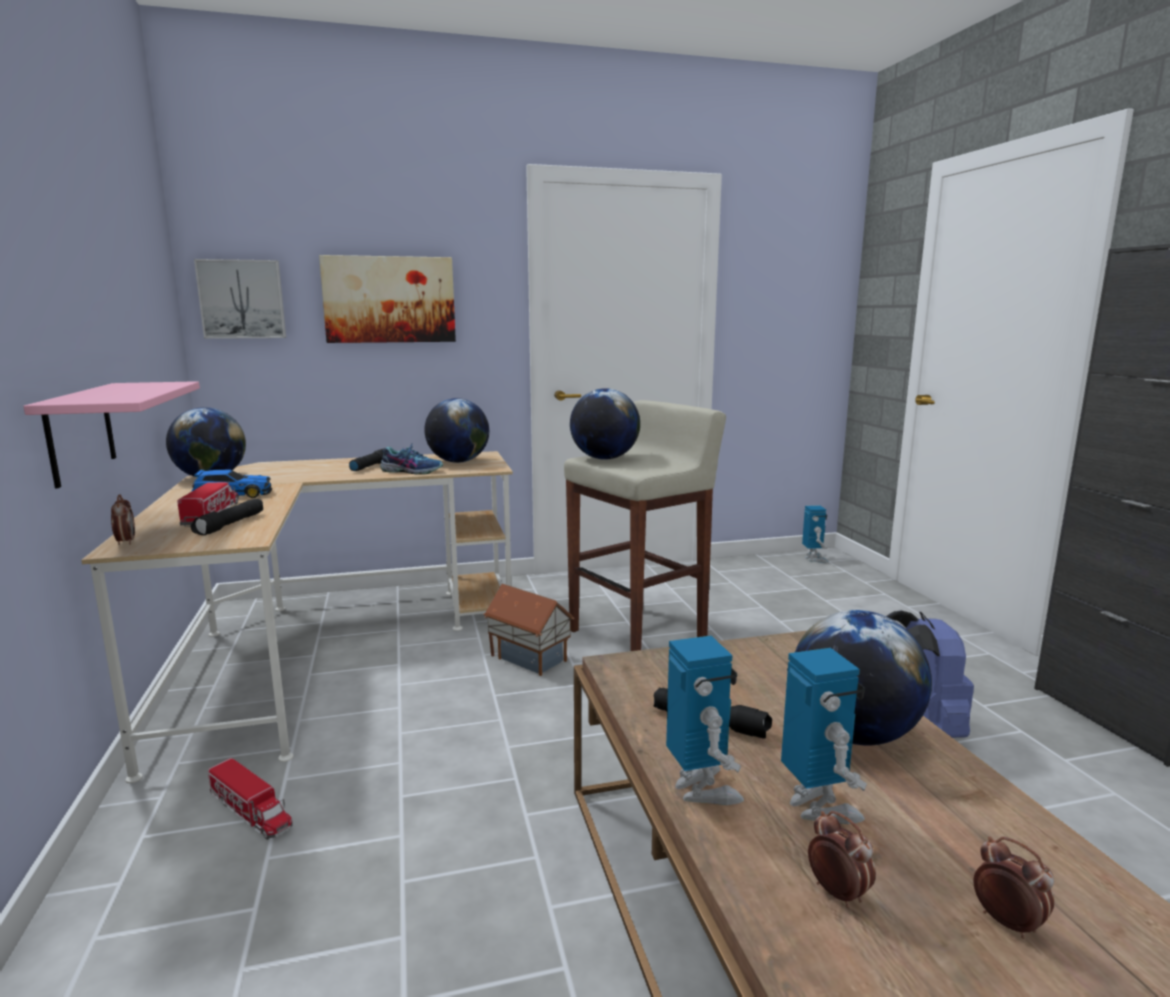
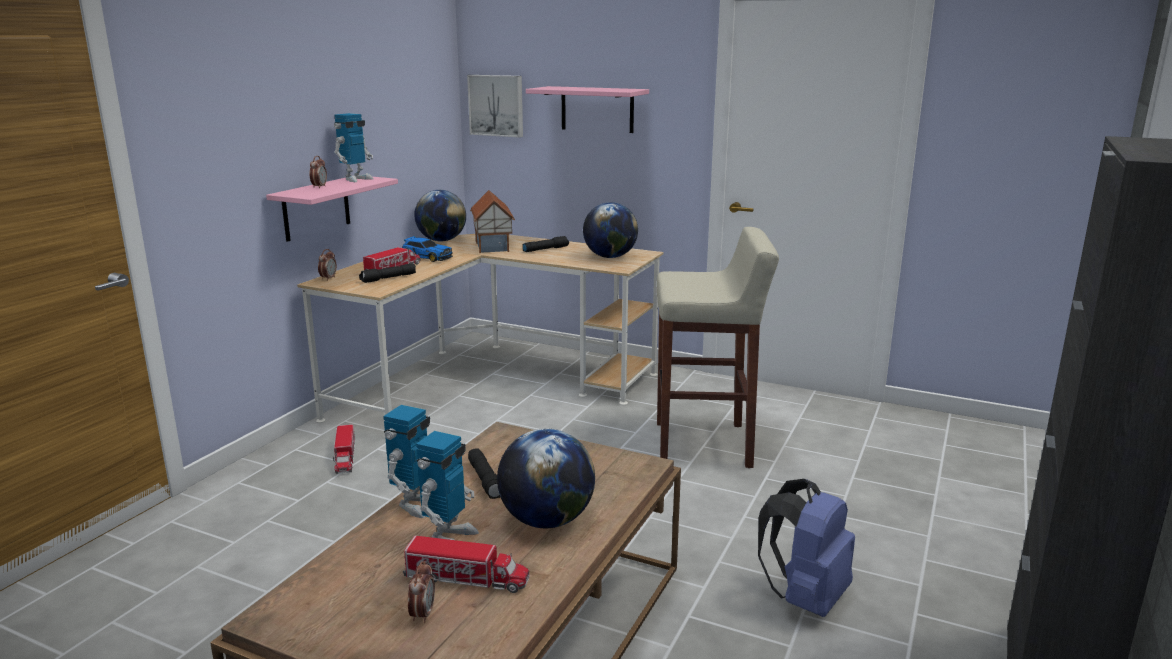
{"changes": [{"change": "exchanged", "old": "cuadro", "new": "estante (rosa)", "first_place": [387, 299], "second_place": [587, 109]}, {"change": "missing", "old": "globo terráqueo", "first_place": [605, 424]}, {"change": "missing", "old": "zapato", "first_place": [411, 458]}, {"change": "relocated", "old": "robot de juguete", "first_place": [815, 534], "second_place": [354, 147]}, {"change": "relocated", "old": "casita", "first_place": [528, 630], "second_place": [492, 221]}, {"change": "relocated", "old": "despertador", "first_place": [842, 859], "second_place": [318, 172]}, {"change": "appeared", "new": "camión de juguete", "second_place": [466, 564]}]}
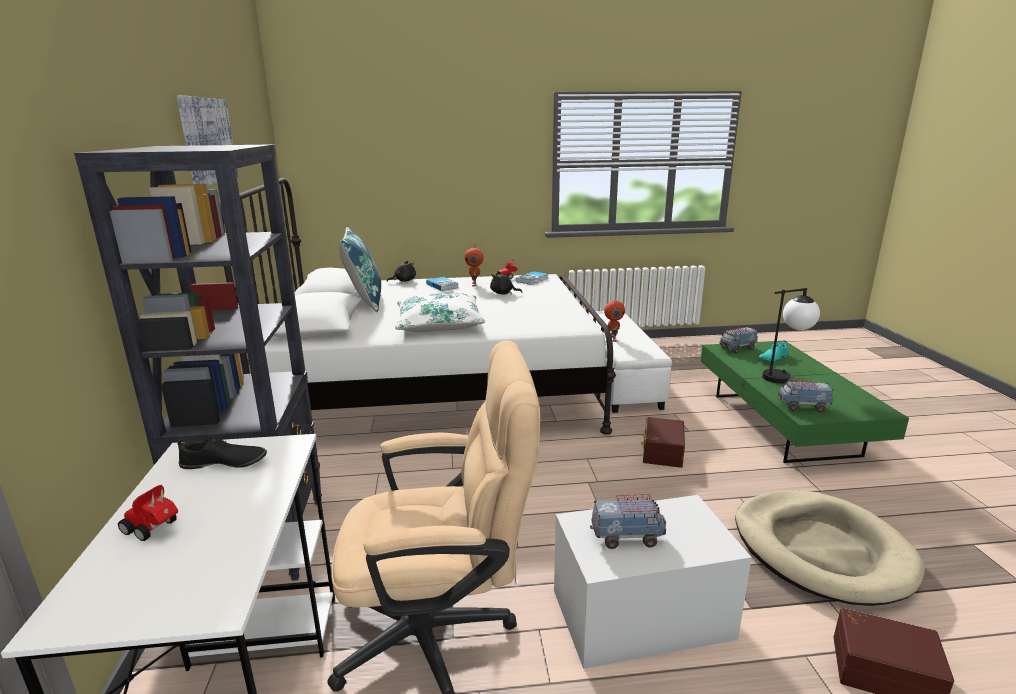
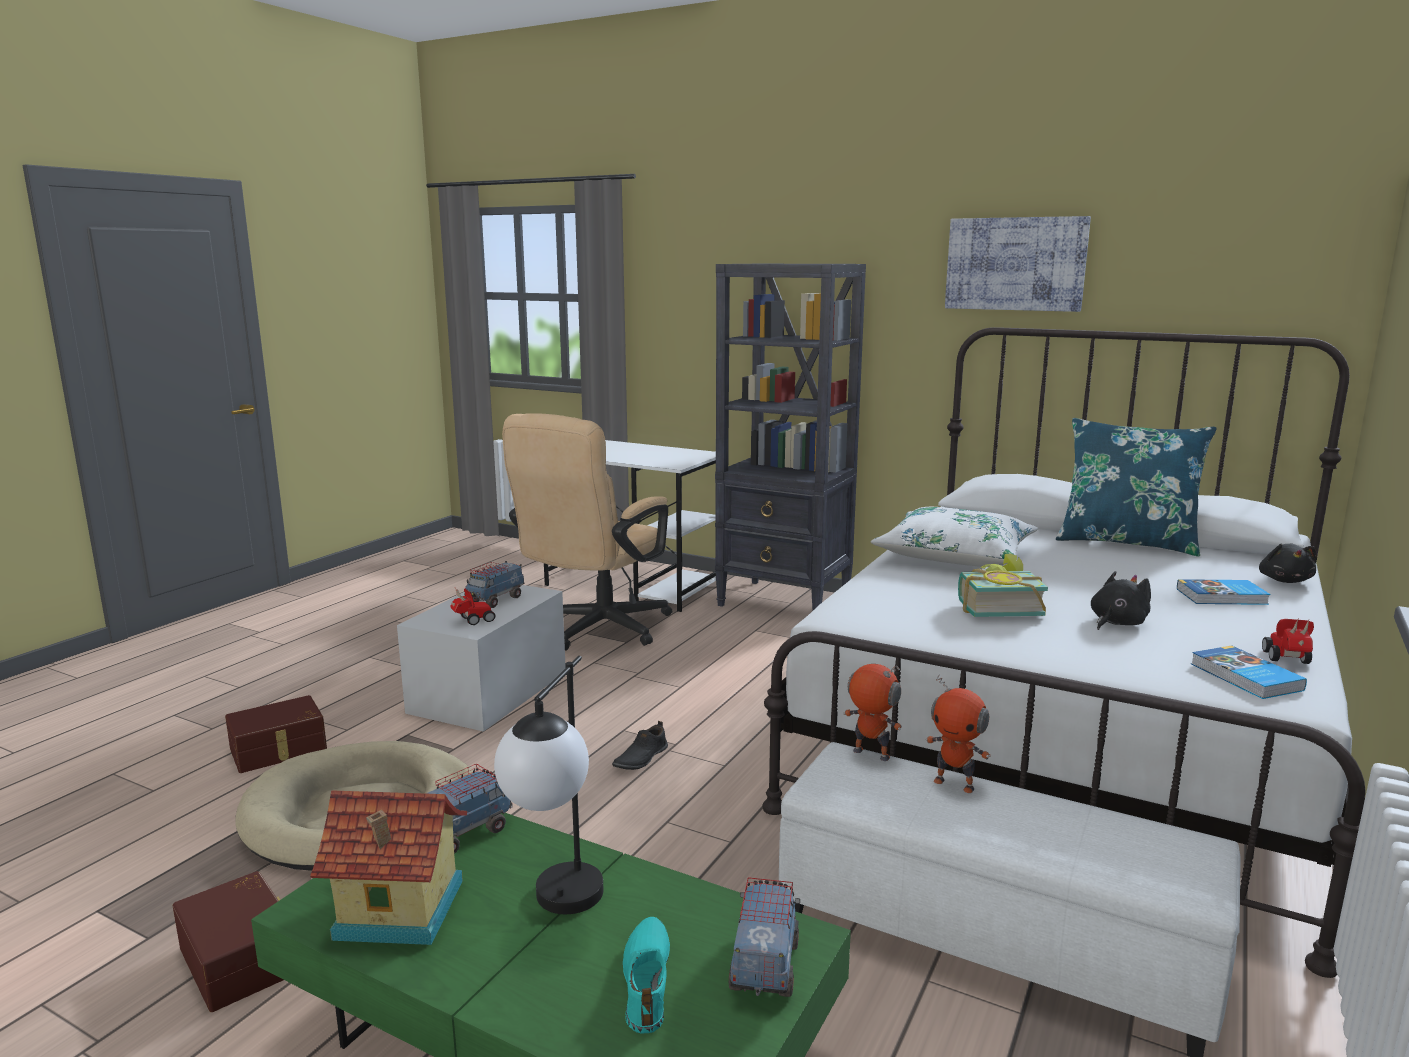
{"changes": [{"change": "relocated", "old": "robot de juguete", "first_place": [474, 265], "second_place": [873, 712]}, {"change": "relocated", "old": "caja de almacenaje (marrón)", "first_place": [663, 442], "second_place": [228, 941]}, {"change": "relocated", "old": "zapato (negro)", "first_place": [222, 452], "second_place": [640, 745]}, {"change": "relocated", "old": "coche de juguete", "first_place": [148, 513], "second_place": [473, 606]}, {"change": "appeared", "new": "libro", "second_place": [1003, 585]}, {"change": "appeared", "new": "casita", "second_place": [388, 867]}]}
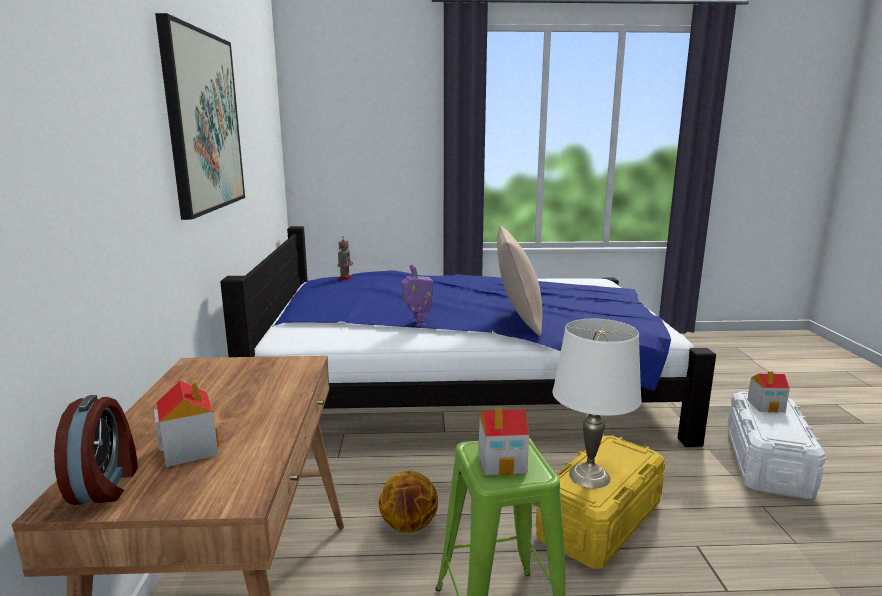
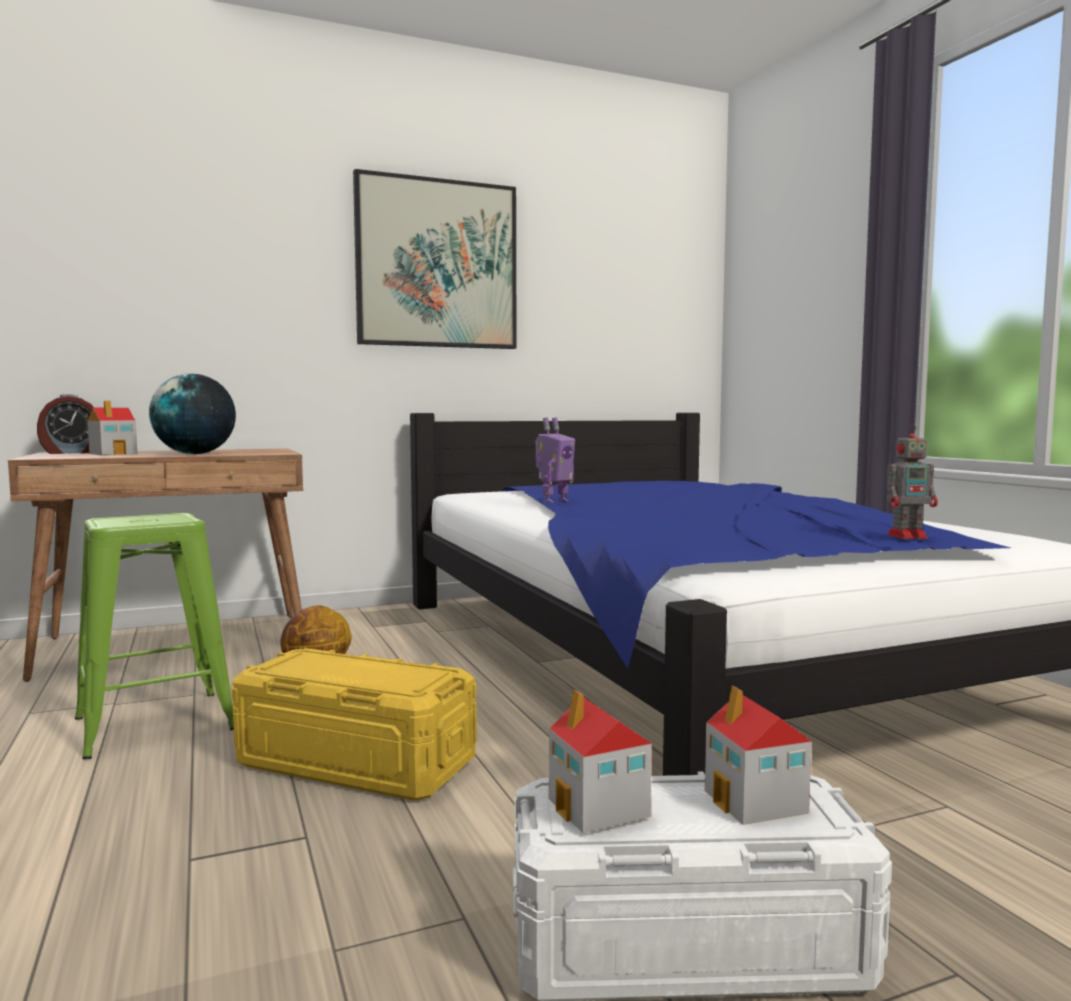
{"changes": [{"change": "missing", "old": "cojín (beis)", "first_place": [519, 281]}, {"change": "relocated", "old": "robot de juguete", "first_place": [345, 258], "second_place": [912, 481]}, {"change": "missing", "old": "lámpara de mesa (blanco)", "first_place": [597, 403]}, {"change": "relocated", "old": "casita", "first_place": [504, 442], "second_place": [600, 761]}, {"change": "appeared", "new": "globo terráqueo", "second_place": [192, 413]}]}
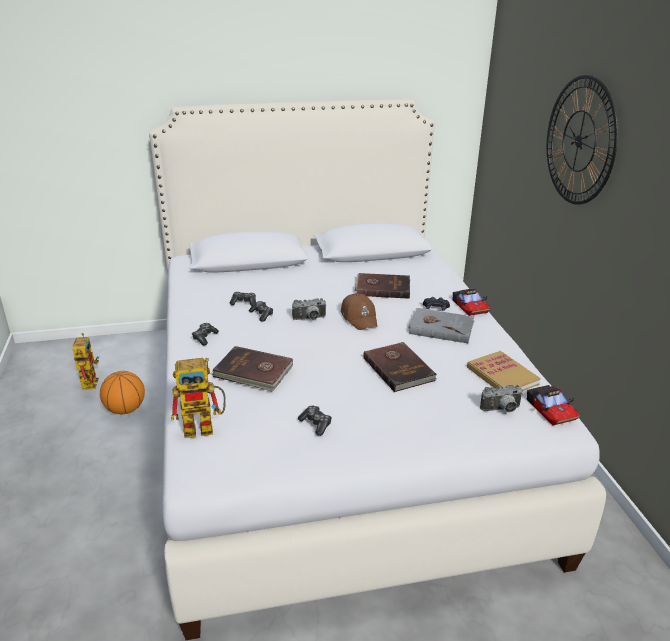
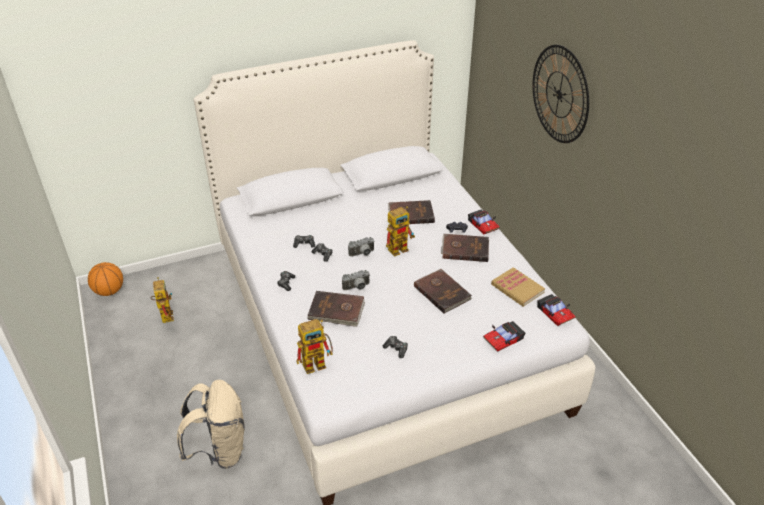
{"changes": [{"change": "exchanged", "old": "gorra (marrón)", "new": "robot de juguete", "first_place": [359, 311], "second_place": [400, 231]}, {"change": "colour", "old": "libro (gris)", "new": "libro (marrón)", "first_place": [441, 325], "second_place": [465, 248]}, {"change": "relocated", "old": "balón de baloncesto", "first_place": [122, 392], "second_place": [105, 279]}, {"change": "relocated", "old": "cámara", "first_place": [501, 399], "second_place": [356, 280]}, {"change": "appeared", "new": "coche de juguete", "second_place": [504, 336]}, {"change": "appeared", "new": "mochila (beis)", "second_place": [211, 424]}]}
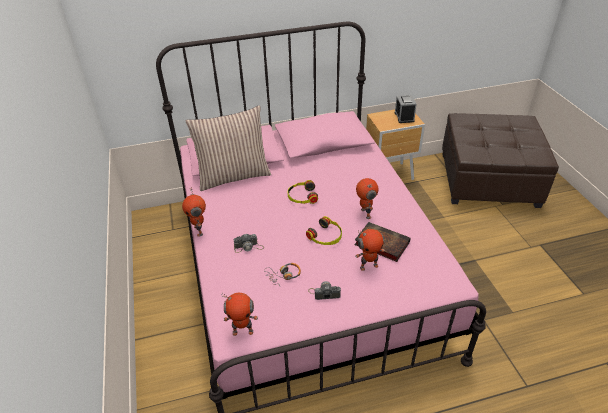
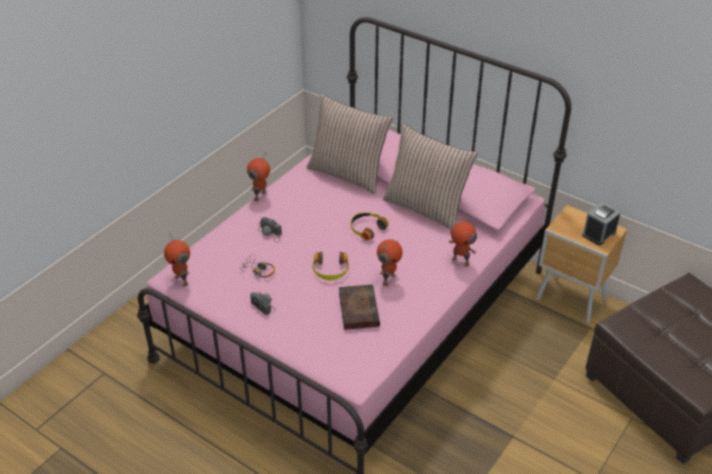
{"changes": [{"change": "relocated", "old": "robot de juguete", "first_place": [370, 250], "second_place": [463, 241]}, {"change": "appeared", "new": "cojín", "second_place": [430, 177]}]}
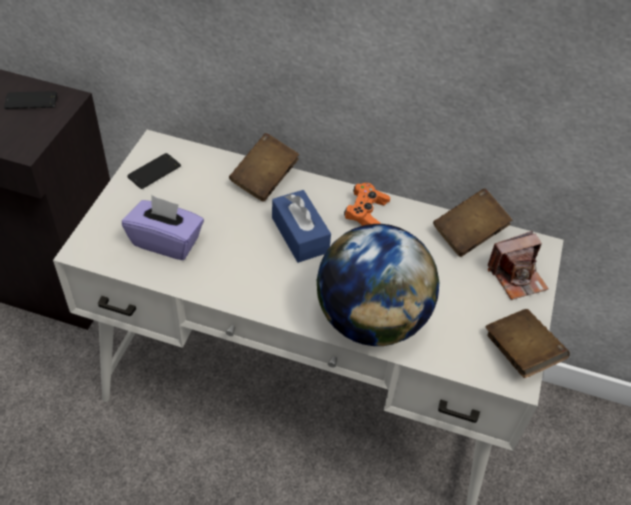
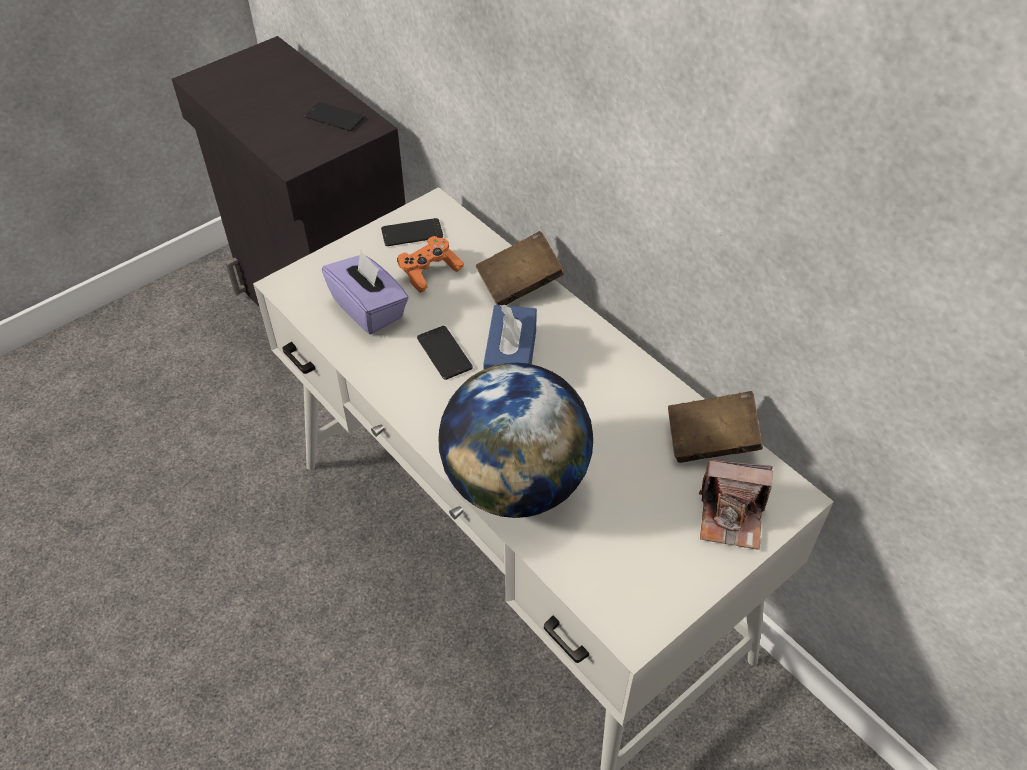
{"changes": [{"change": "relocated", "old": "mando de consola (naranja)", "first_place": [367, 204], "second_place": [430, 264]}, {"change": "missing", "old": "libro (marrón)", "first_place": [528, 343]}, {"change": "appeared", "new": "móvil", "second_place": [445, 353]}]}
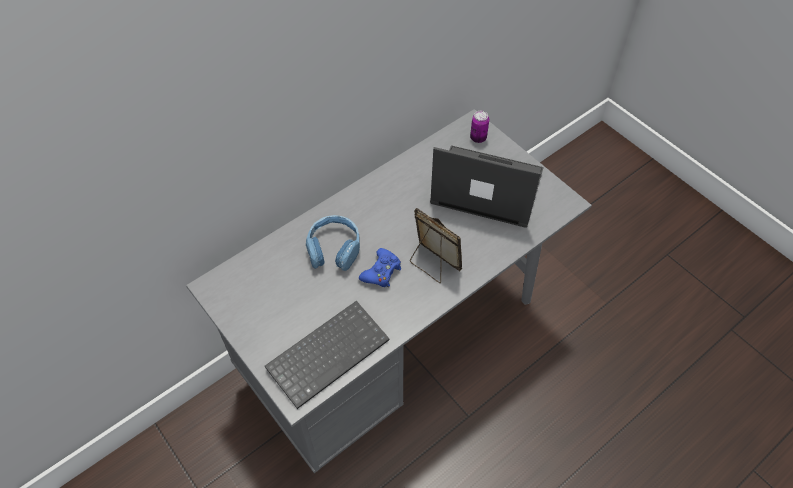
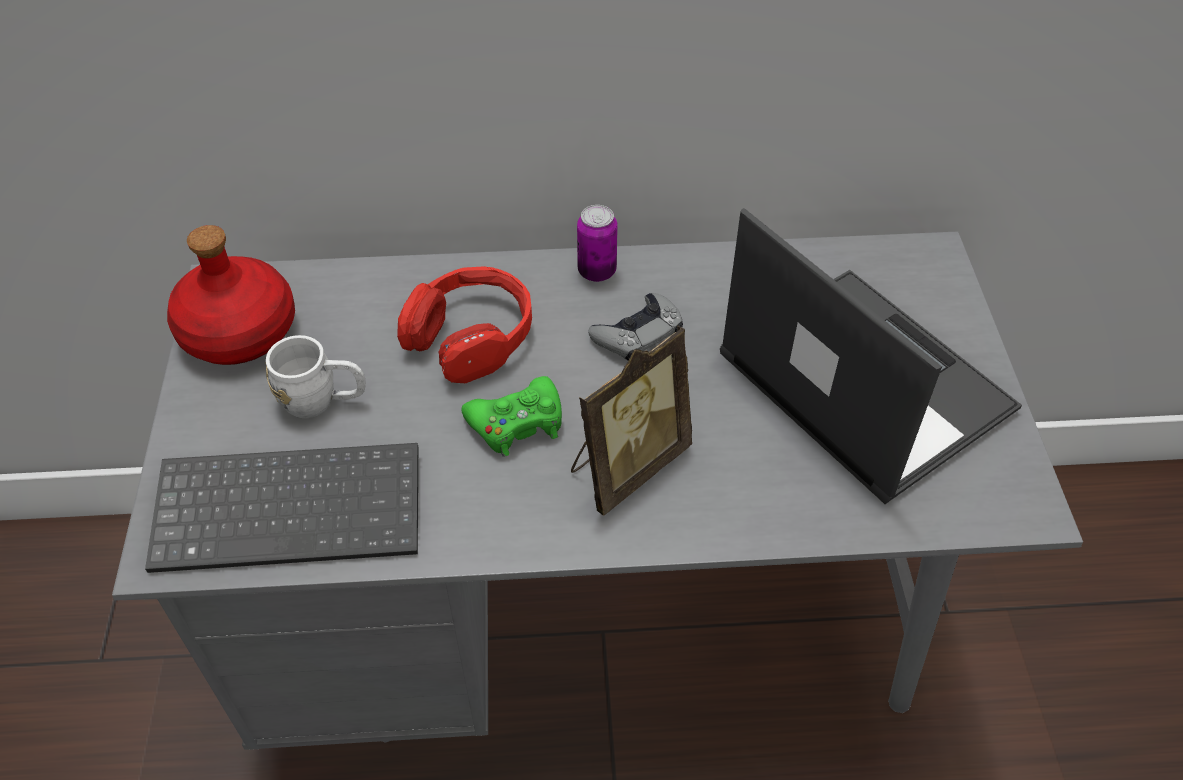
{"changes": [{"change": "relocated", "old": "lata", "first_place": [479, 127], "second_place": [597, 243]}, {"change": "spun", "old": "portarretratos", "first_place": [436, 245], "second_place": [631, 420], "degrees": 60}, {"change": "colour", "old": "auriculares (azul)", "new": "auriculares (rojo)", "first_place": [333, 243], "second_place": [464, 324]}, {"change": "colour", "old": "mando de consola (azul)", "new": "mando de consola (verde)", "first_place": [380, 267], "second_place": [511, 416]}, {"change": "appeared", "new": "botella (rojo)", "second_place": [231, 295]}, {"change": "appeared", "new": "mando de consola (gris)", "second_place": [635, 326]}, {"change": "appeared", "new": "taza grande (blanco)", "second_place": [315, 376]}]}
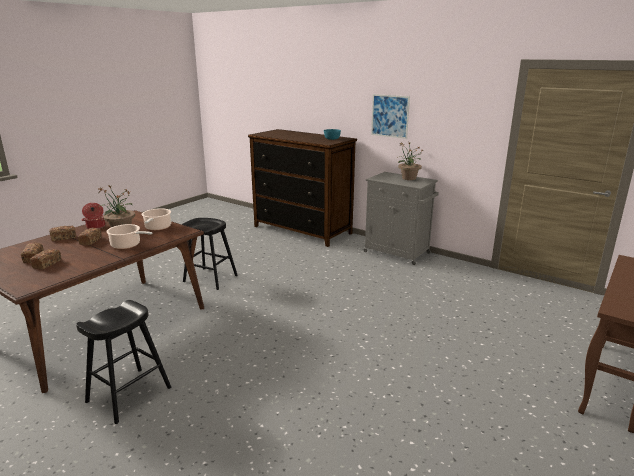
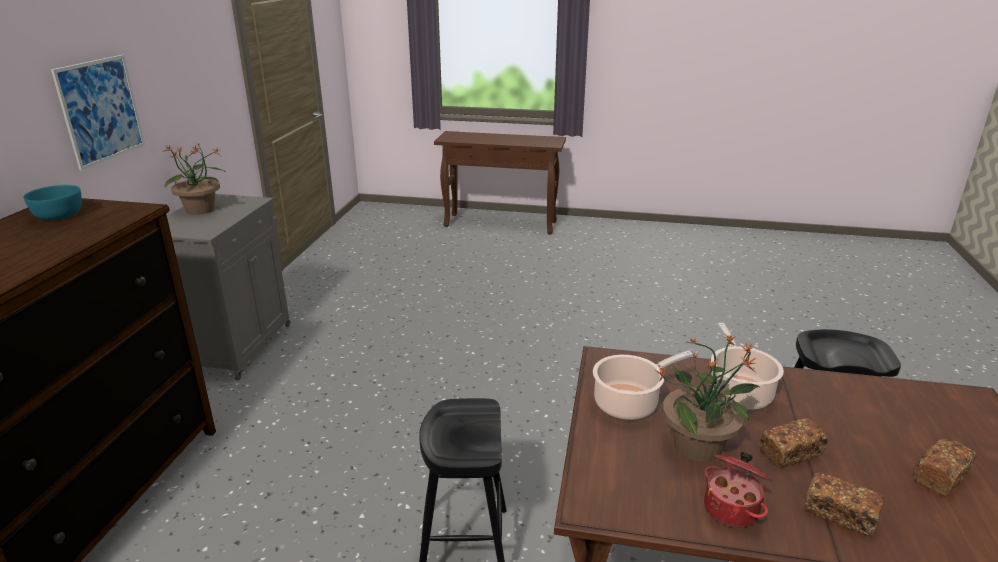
{"changes": [{"change": "missing", "old": "pan", "first_place": [45, 259]}]}
